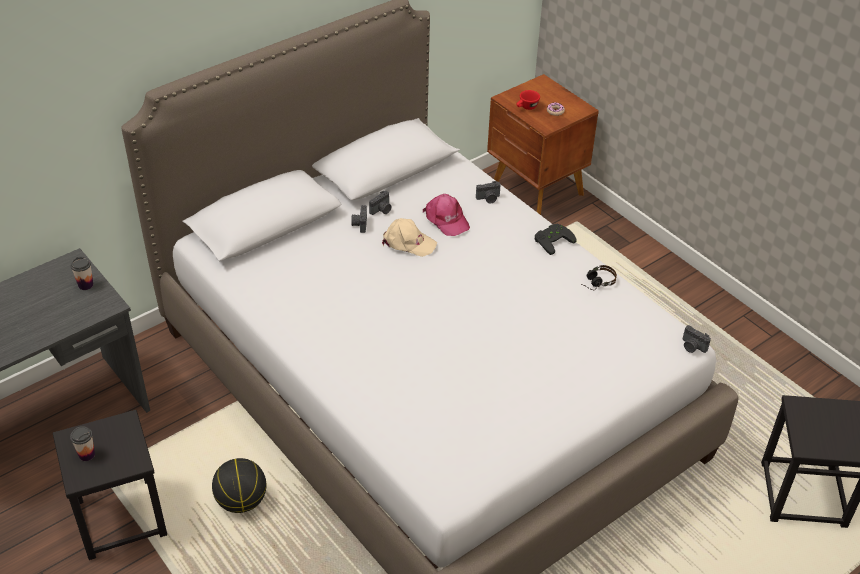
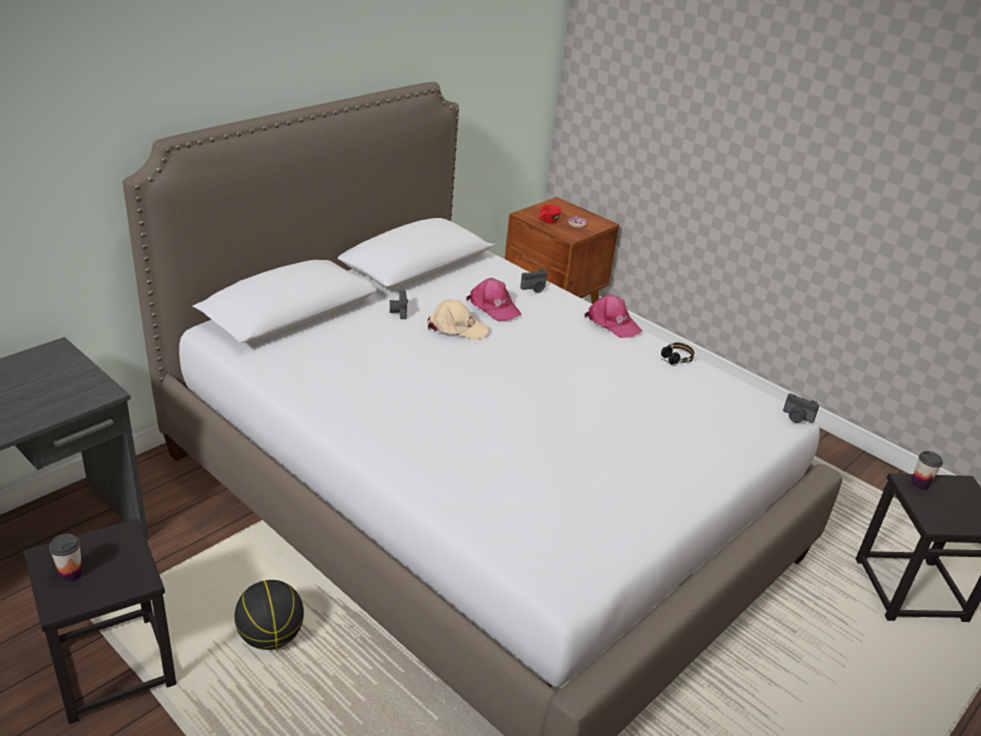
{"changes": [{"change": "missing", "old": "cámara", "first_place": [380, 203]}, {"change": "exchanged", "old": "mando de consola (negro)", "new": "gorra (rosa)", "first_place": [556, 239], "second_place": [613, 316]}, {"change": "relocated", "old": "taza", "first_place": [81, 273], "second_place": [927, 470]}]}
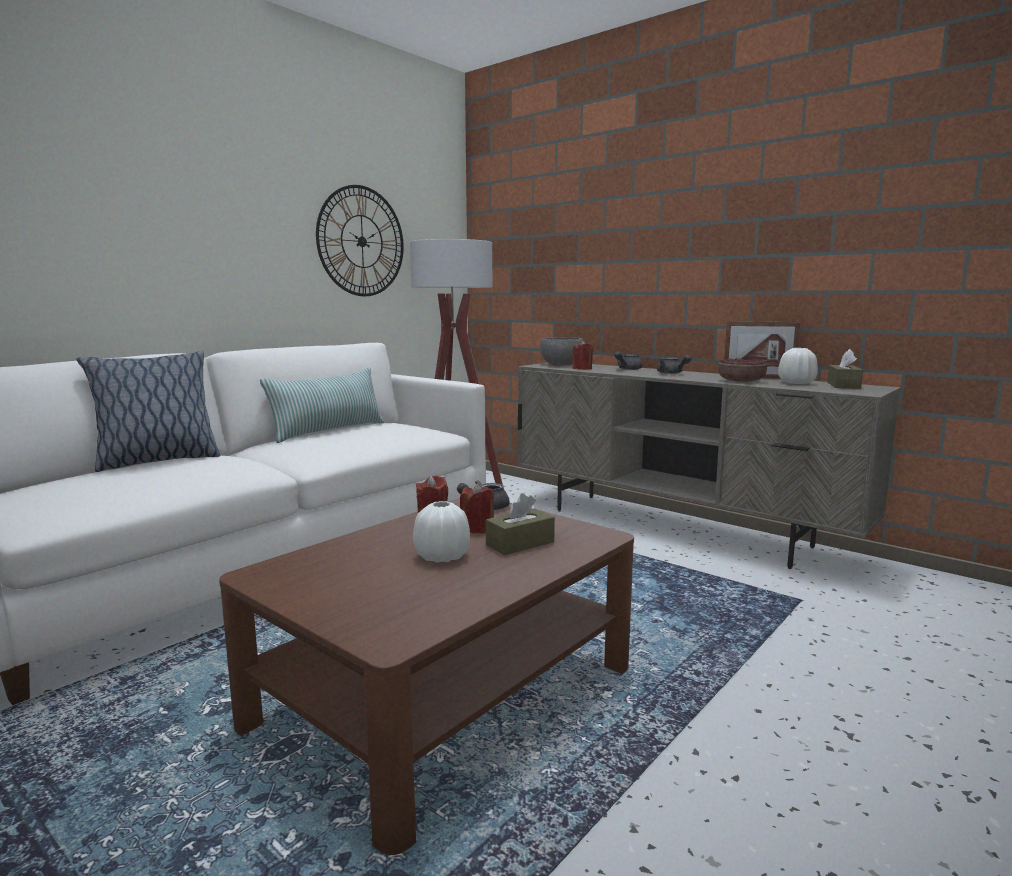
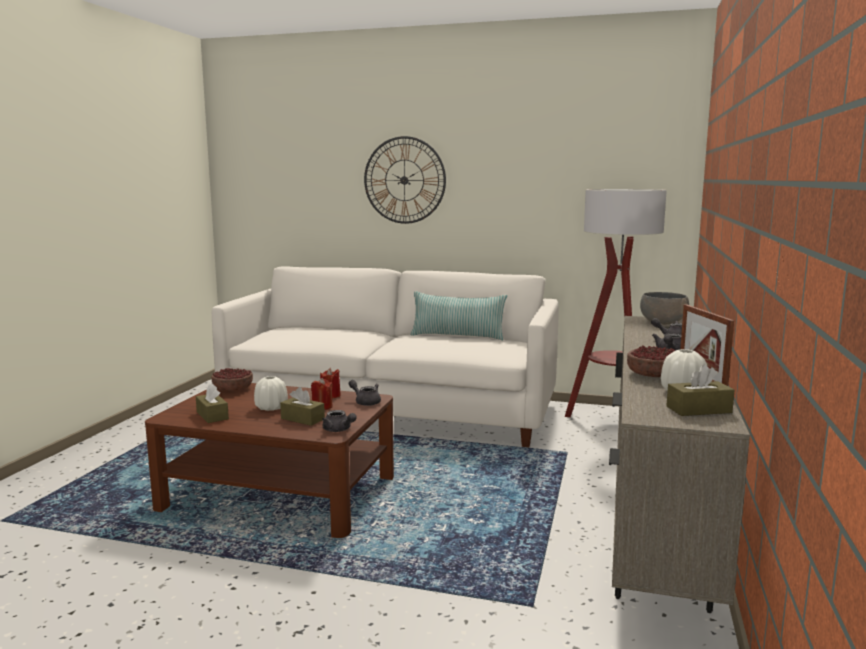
{"changes": [{"change": "relocated", "old": "reloj de pared", "first_place": [360, 240], "second_place": [405, 180]}, {"change": "missing", "old": "vela (rojo)", "first_place": [583, 355]}, {"change": "missing", "old": "cojín", "first_place": [148, 411]}, {"change": "appeared", "new": "cuenco", "second_place": [232, 379]}, {"change": "appeared", "new": "caja de pañuelos (marrón)", "second_place": [212, 403]}, {"change": "appeared", "new": "tetera (gris)", "second_place": [339, 421]}]}
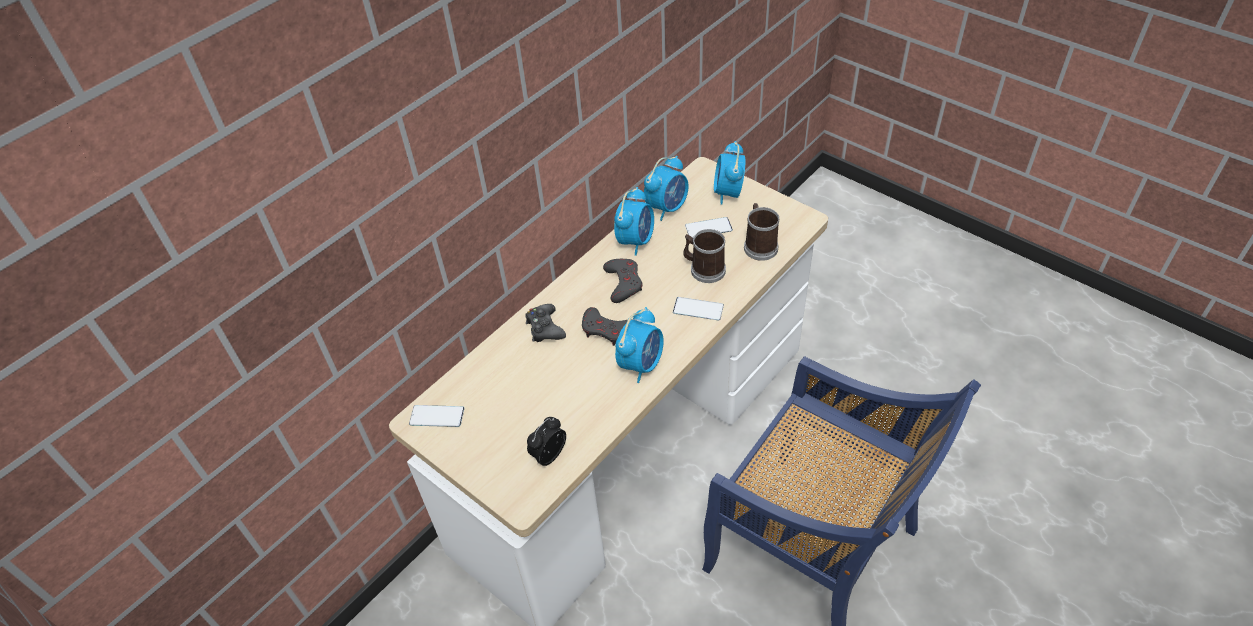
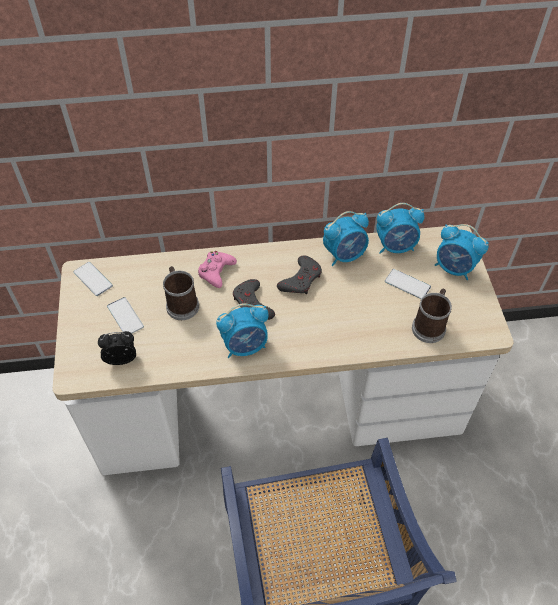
{"changes": [{"change": "spun", "old": "despertador", "first_place": [729, 173], "second_place": [461, 252], "degrees": -105}, {"change": "relocated", "old": "taza grande", "first_place": [704, 256], "second_place": [181, 293]}, {"change": "relocated", "old": "móvil", "first_place": [698, 308], "second_place": [125, 315]}, {"change": "colour", "old": "mando de consola (negro)", "new": "mando de consola (rosa)", "first_place": [545, 323], "second_place": [217, 269]}]}
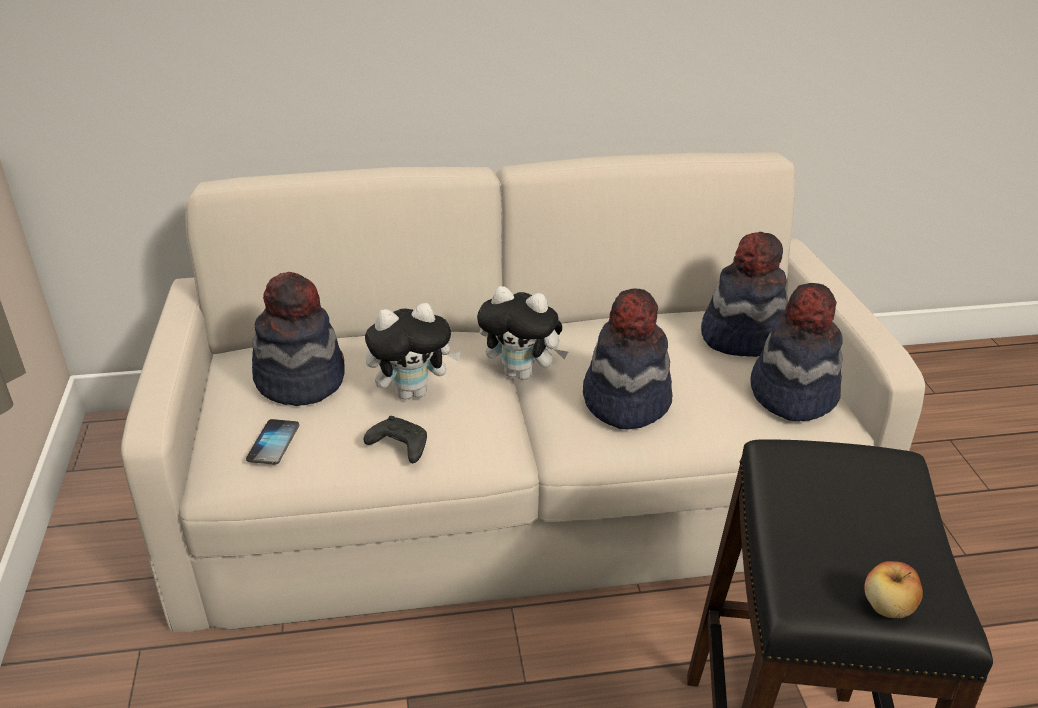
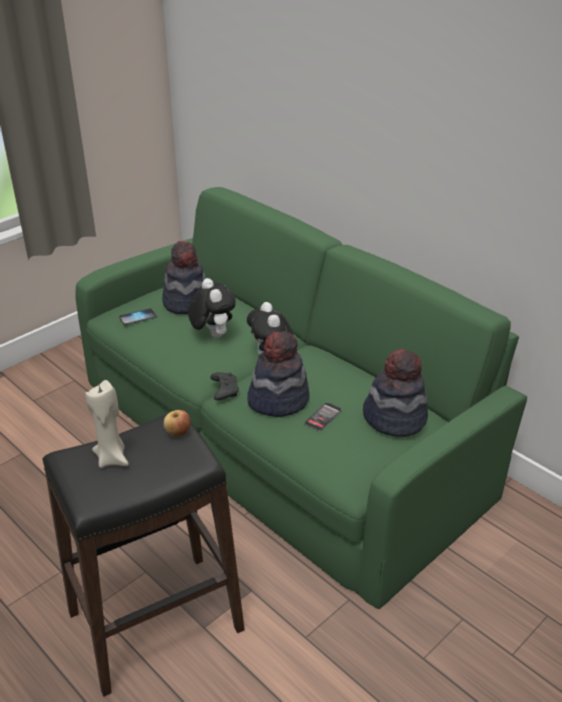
{"changes": [{"change": "colour", "old": "sofá (beis)", "new": "sofá (verde)", "first_place": [523, 392], "second_place": [301, 398]}, {"change": "missing", "old": "sombrero", "first_place": [796, 352]}, {"change": "spun", "old": "peluche", "first_place": [413, 351], "second_place": [212, 308], "degrees": -150}, {"change": "relocated", "old": "mando de consola (negro)", "first_place": [395, 439], "second_place": [224, 386]}, {"change": "relocated", "old": "manzana", "first_place": [893, 589], "second_place": [177, 423]}, {"change": "appeared", "new": "vela (beis)", "second_place": [107, 424]}, {"change": "appeared", "new": "móvil", "second_place": [323, 416]}]}
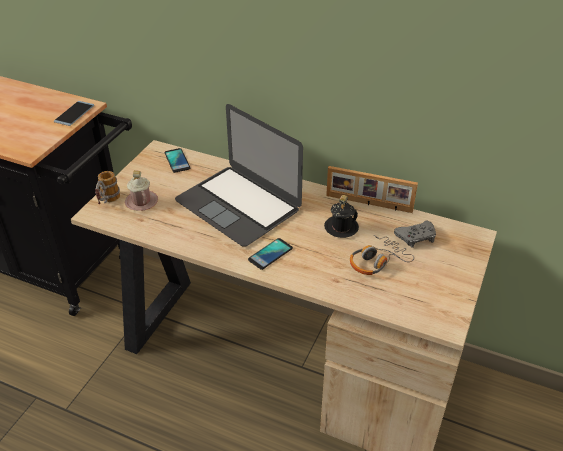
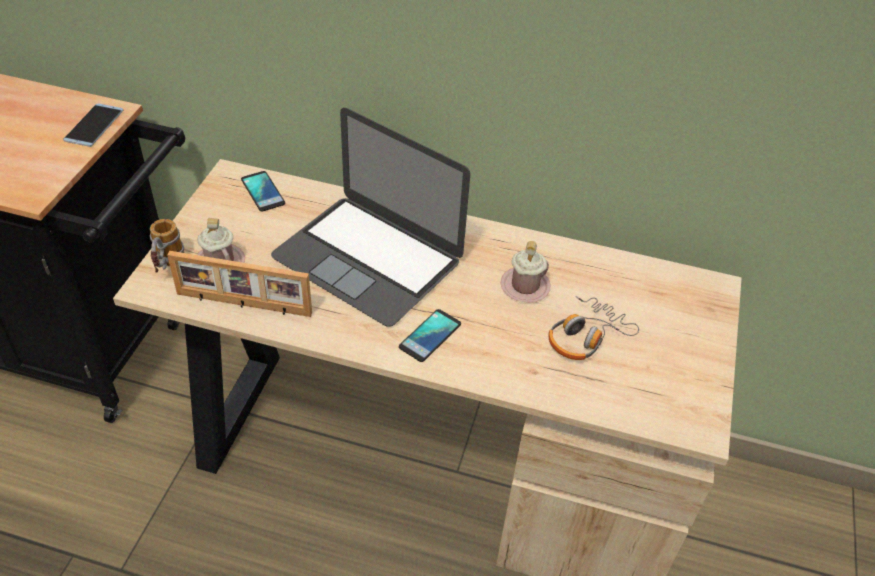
{"changes": [{"change": "relocated", "old": "portarretratos", "first_place": [372, 189], "second_place": [239, 284]}, {"change": "colour", "old": "taza grande (negro)", "new": "taza grande (rosa)", "first_place": [341, 216], "second_place": [526, 272]}, {"change": "missing", "old": "mando de consola (gris)", "first_place": [415, 234]}]}
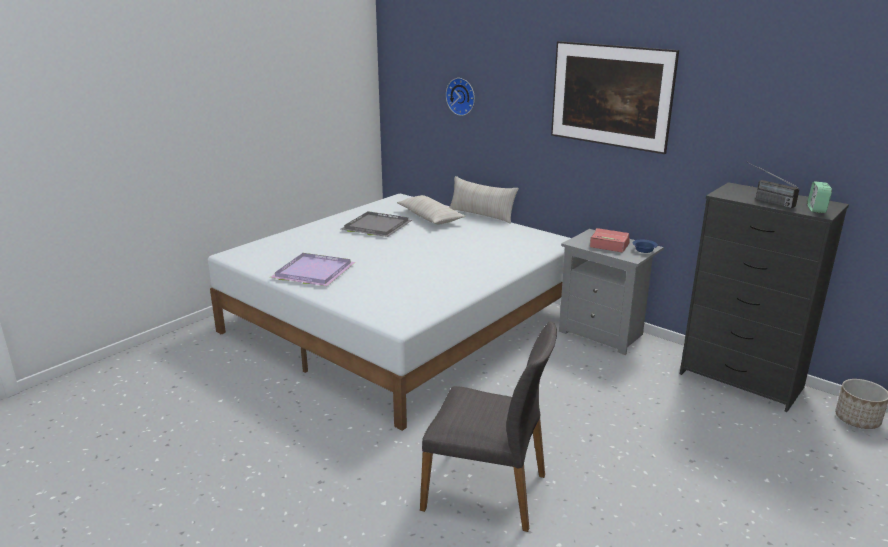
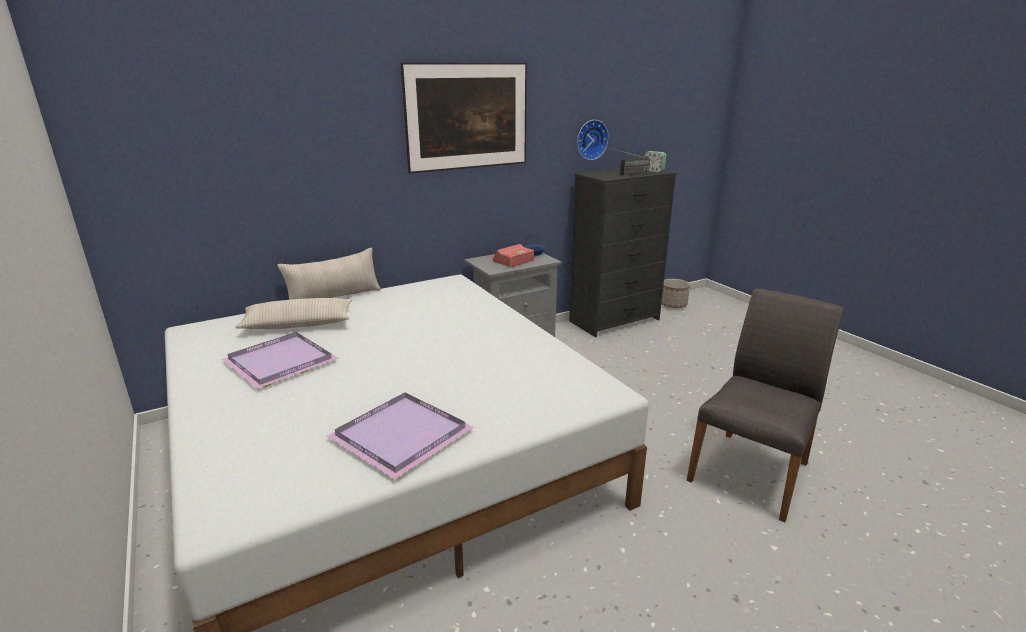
{"changes": [{"change": "relocated", "old": "reloj de pared", "first_place": [460, 97], "second_place": [593, 140]}, {"change": "colour", "old": "bandeja (gris)", "new": "bandeja (morado)", "first_place": [376, 224], "second_place": [280, 360]}]}
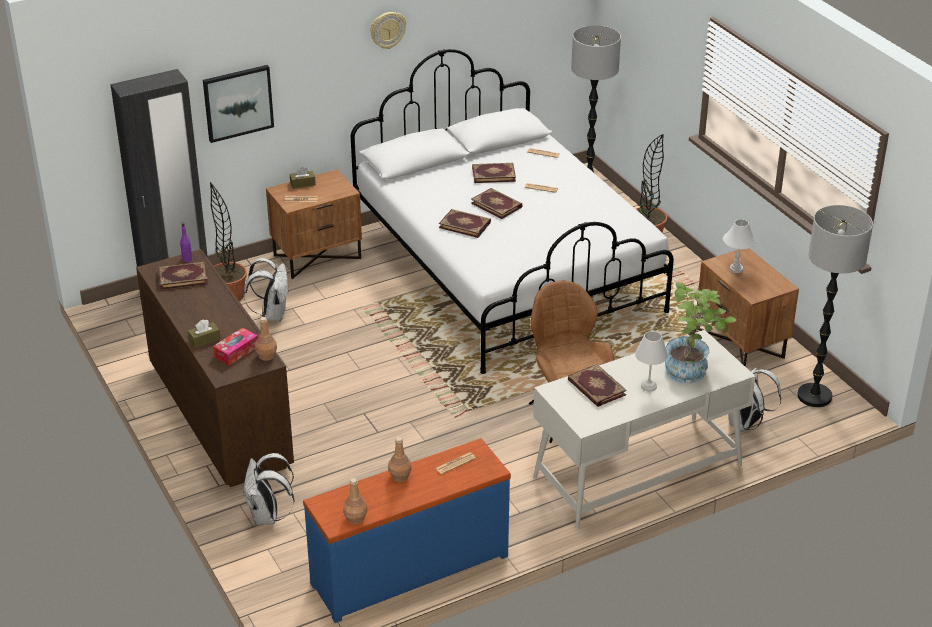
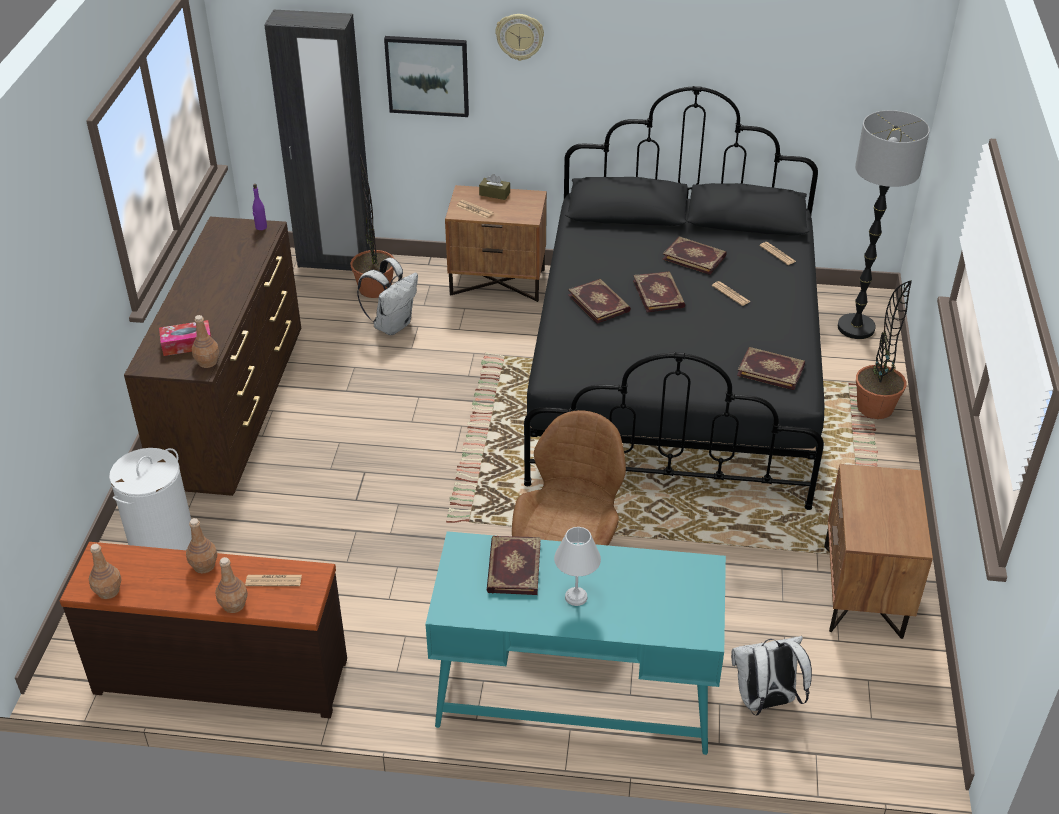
{"changes": [{"change": "relocated", "old": "reloj de pared", "first_place": [388, 30], "second_place": [519, 37]}, {"change": "colour", "old": "cama (blanco)", "new": "cama (negro)", "first_place": [512, 211], "second_place": [674, 298]}, {"change": "missing", "old": "lámpara de pie", "first_place": [835, 306]}, {"change": "missing", "old": "lámpara de mesa (blanco)", "first_place": [740, 246]}, {"change": "relocated", "old": "libro", "first_place": [183, 276], "second_place": [771, 368]}, {"change": "missing", "old": "planta en maceta", "first_place": [701, 332]}, {"change": "missing", "old": "caja de pañuelos (marrón)", "first_place": [204, 334]}, {"change": "colour", "old": "escritorio (blanco)", "new": "escritorio (turquesa)", "first_place": [644, 429], "second_place": [576, 643]}, {"change": "colour", "old": "cómoda (azul)", "new": "cómoda (marrón)", "first_place": [407, 530], "second_place": [203, 630]}, {"change": "exchanged", "old": "mochila (blanco)", "new": "cesto de la ropa (blanco)", "first_place": [268, 489], "second_place": [150, 499]}, {"change": "appeared", "new": "botella (marrón)", "second_place": [231, 585]}]}
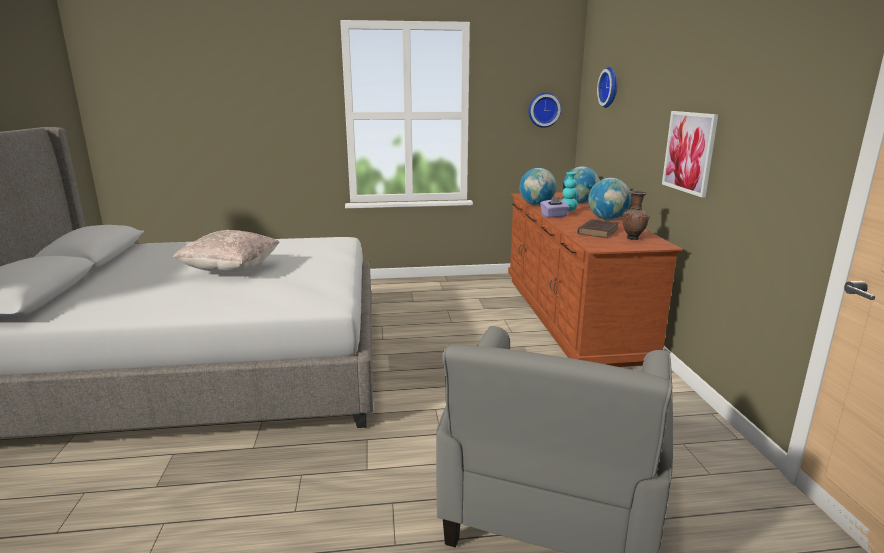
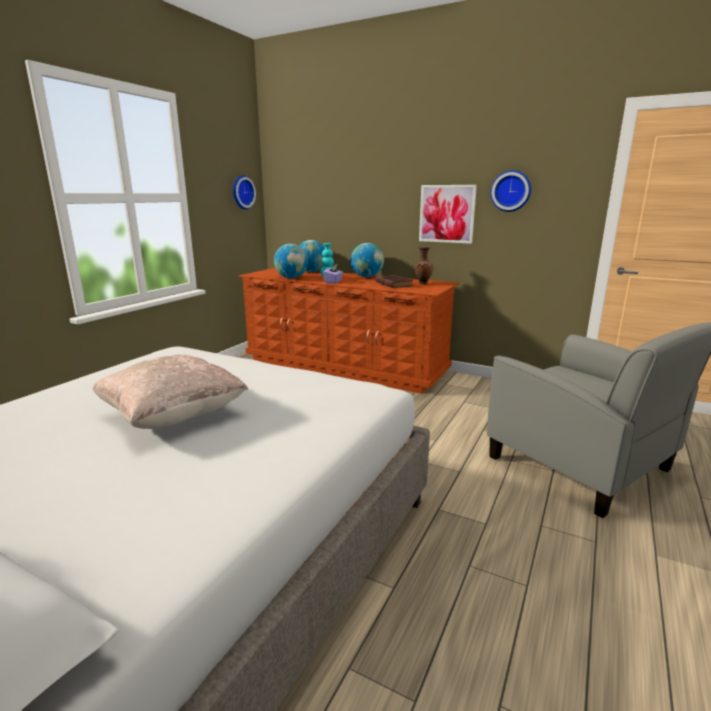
{"changes": [{"change": "relocated", "old": "reloj de pared", "first_place": [607, 87], "second_place": [511, 191]}]}
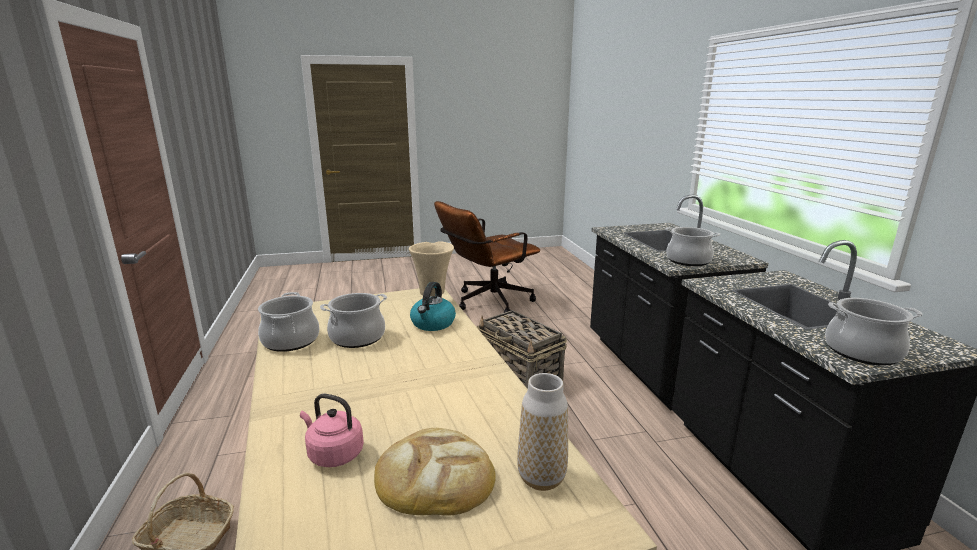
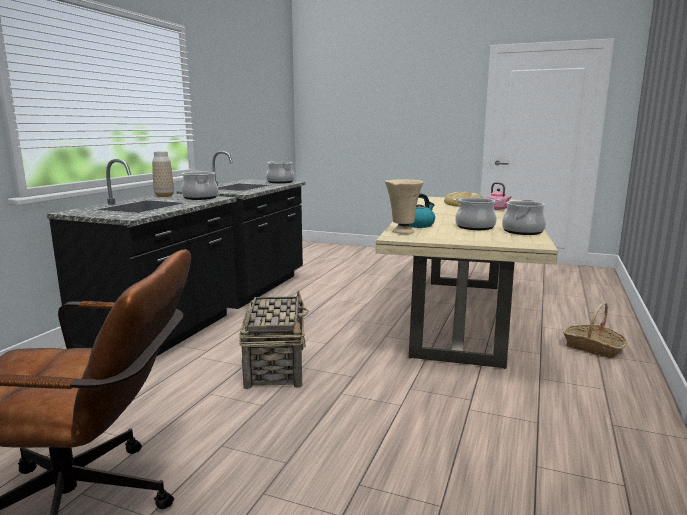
{"changes": [{"change": "relocated", "old": "florero", "first_place": [542, 432], "second_place": [163, 174]}]}
